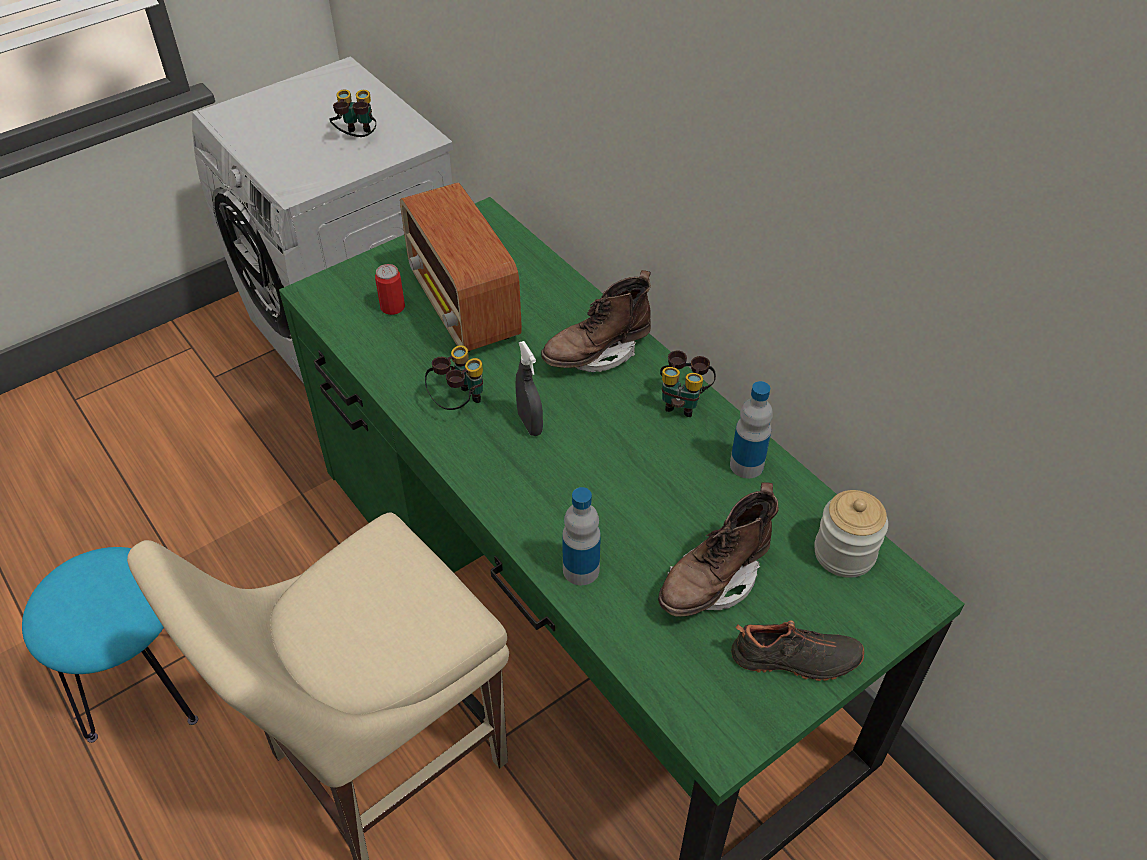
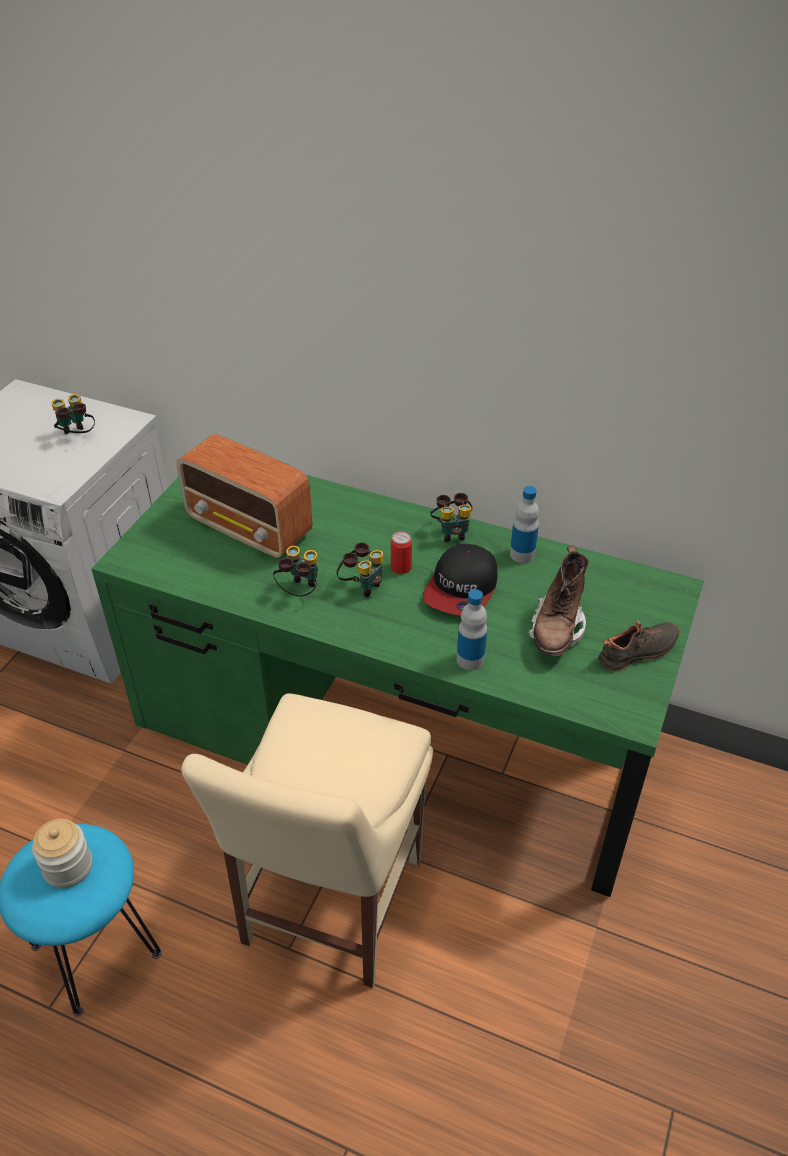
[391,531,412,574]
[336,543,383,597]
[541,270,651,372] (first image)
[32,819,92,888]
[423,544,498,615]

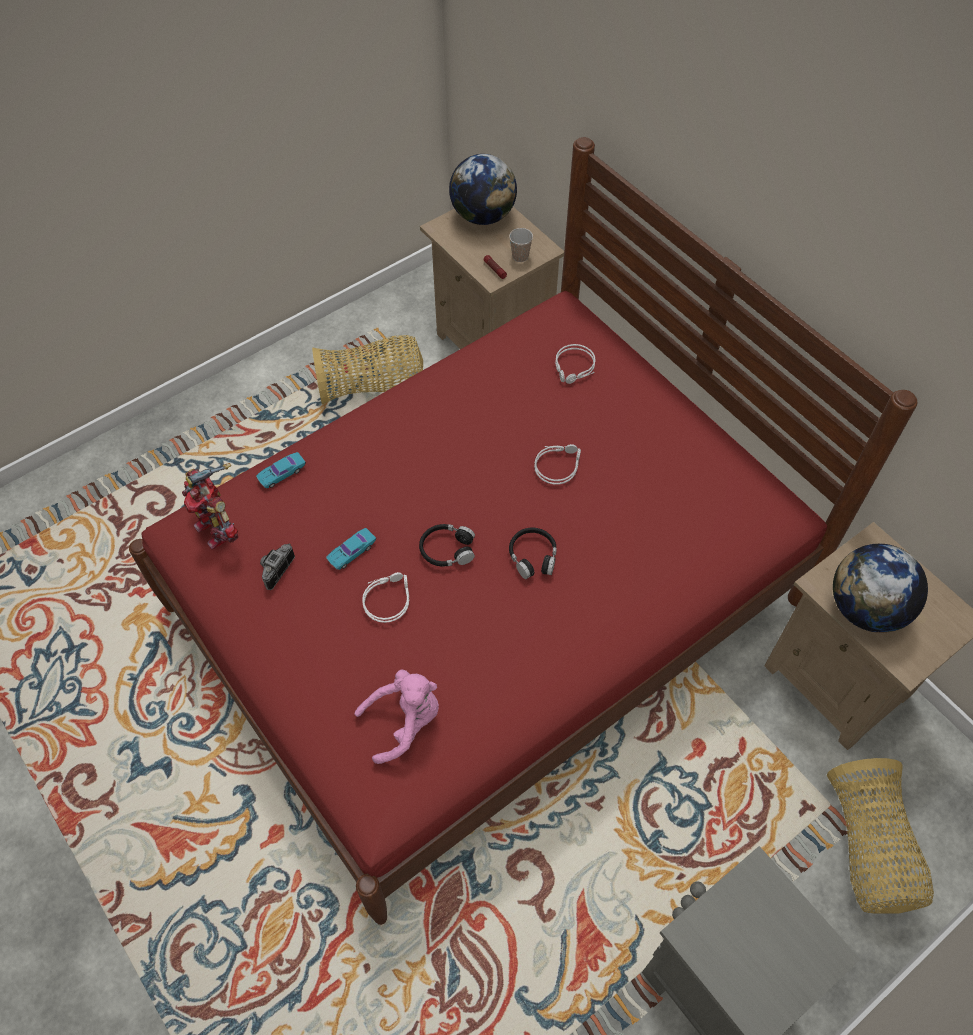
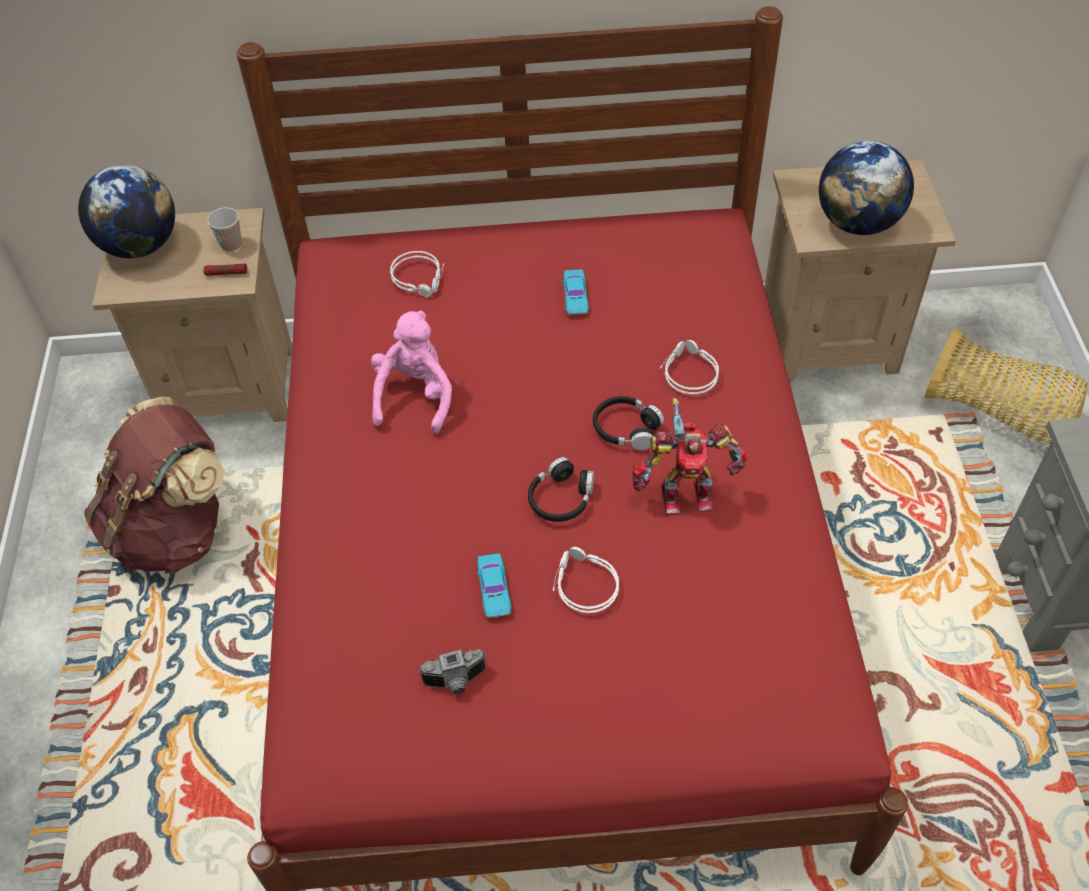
[632,398,748,515]
[563,269,589,315]
[418,649,486,694]
[84,397,225,574]
[371,310,452,434]
[660,340,719,395]

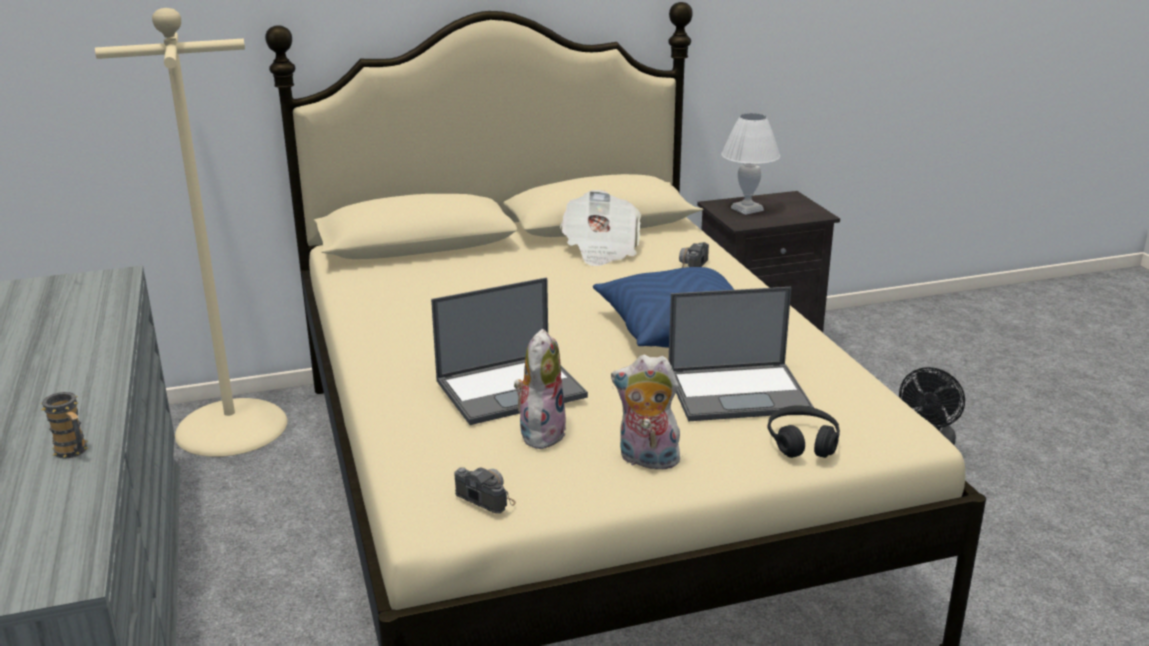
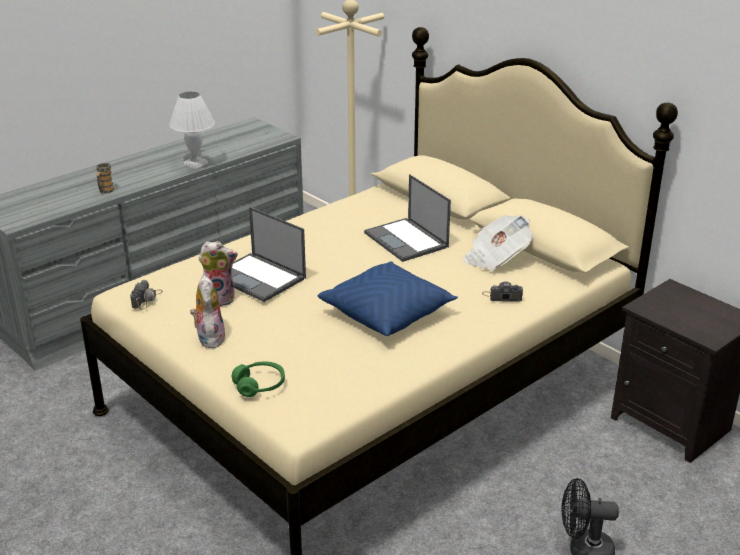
[364,174,451,262]
[169,91,215,169]
[232,362,285,397]

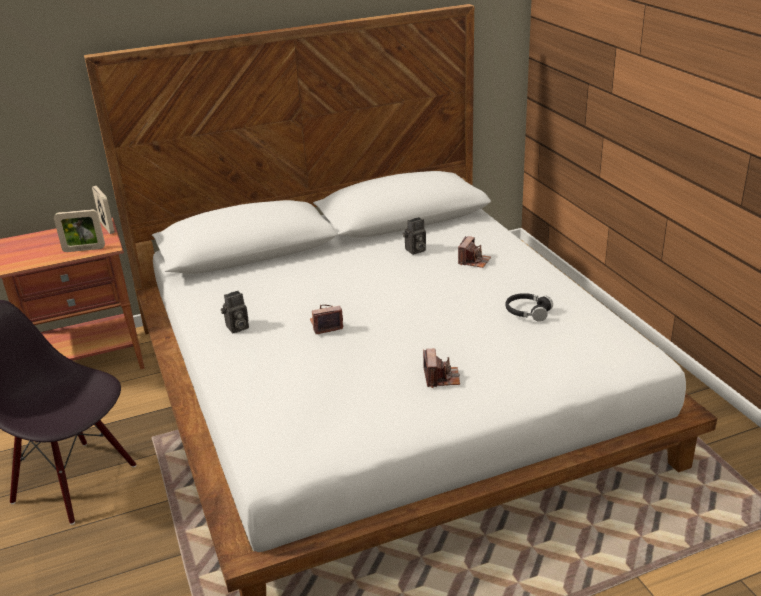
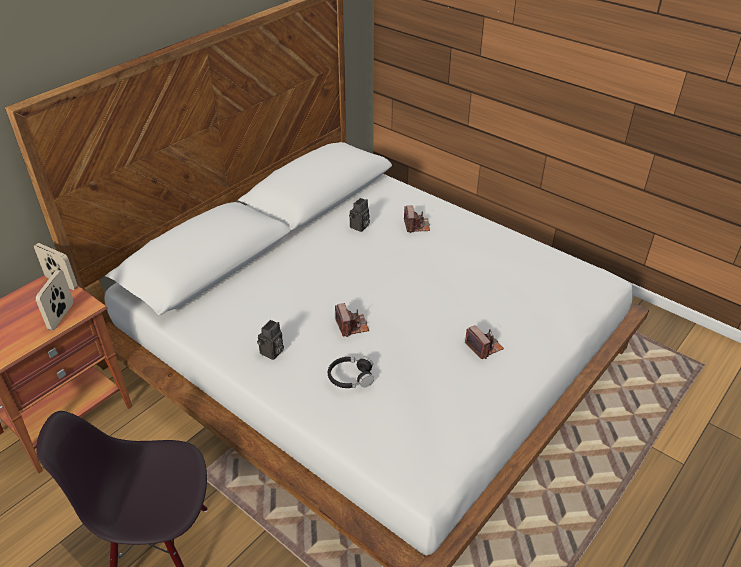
[36,270,73,330]
[335,303,369,337]
[328,357,374,388]

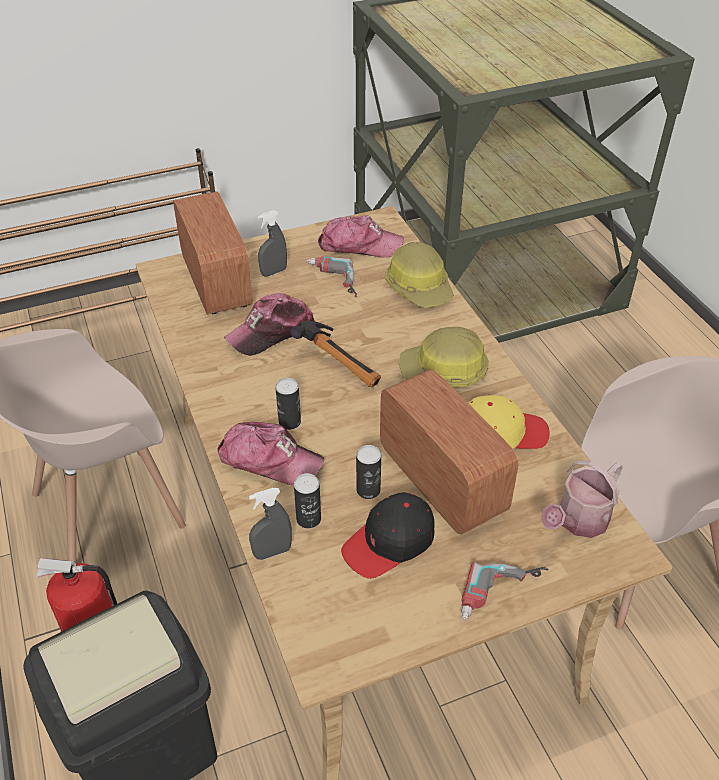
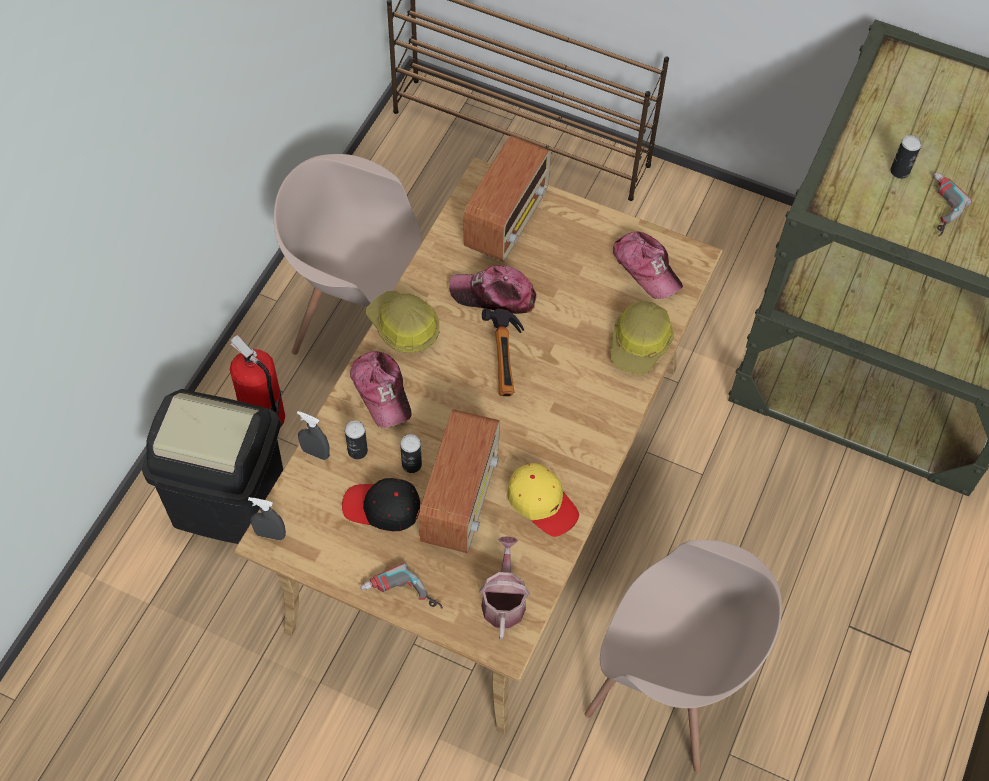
[248,497,286,540]
[890,135,922,179]
[934,173,972,237]
[366,291,439,352]
[479,536,530,640]

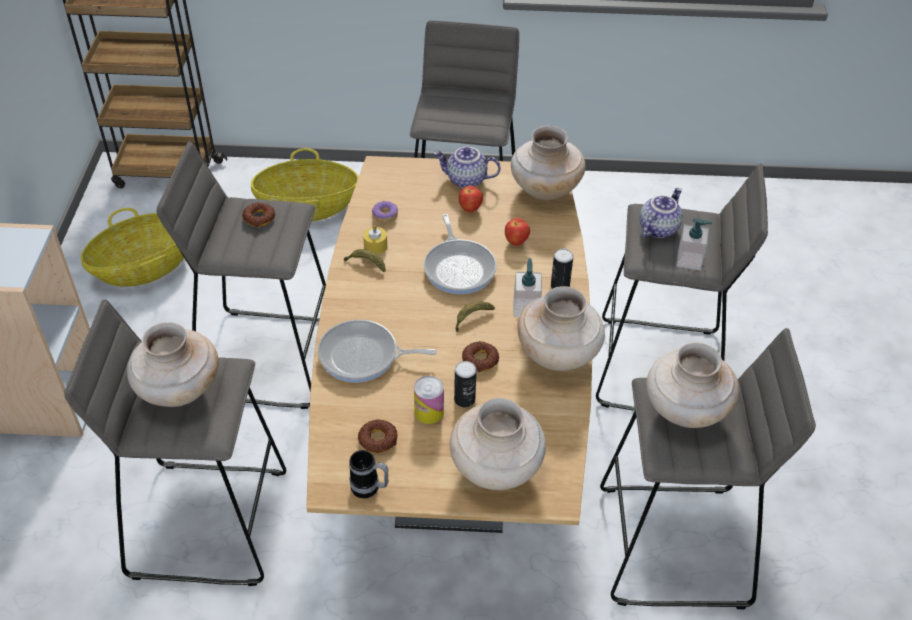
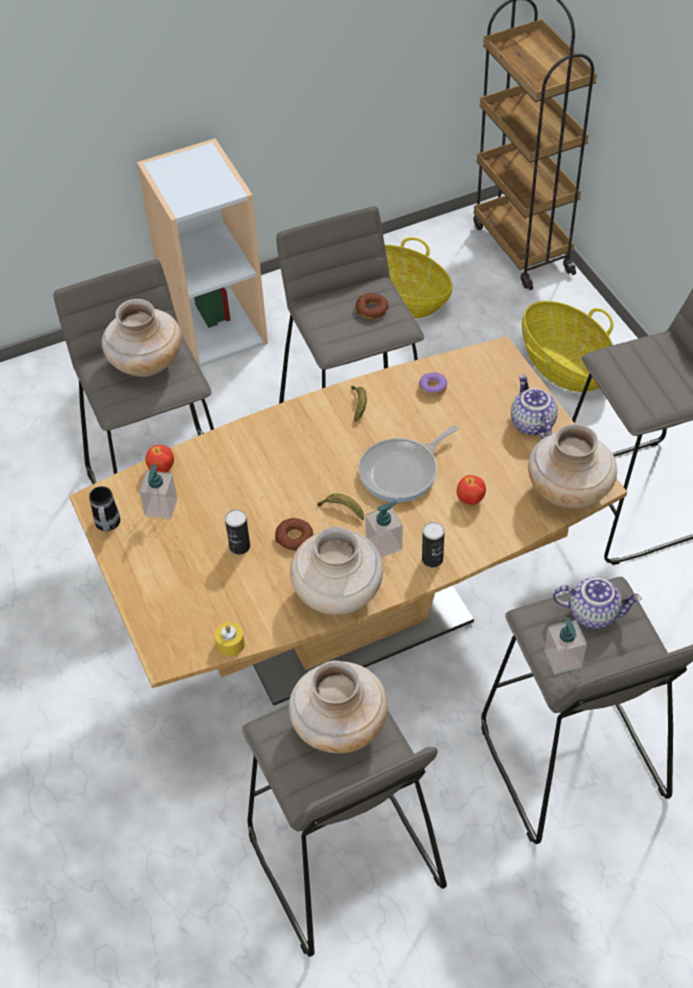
[318,320,437,382] (first image)
[139,464,178,519]
[215,622,245,656]
[414,376,444,424] (first image)
[450,398,546,490] (first image)
[145,445,174,473]

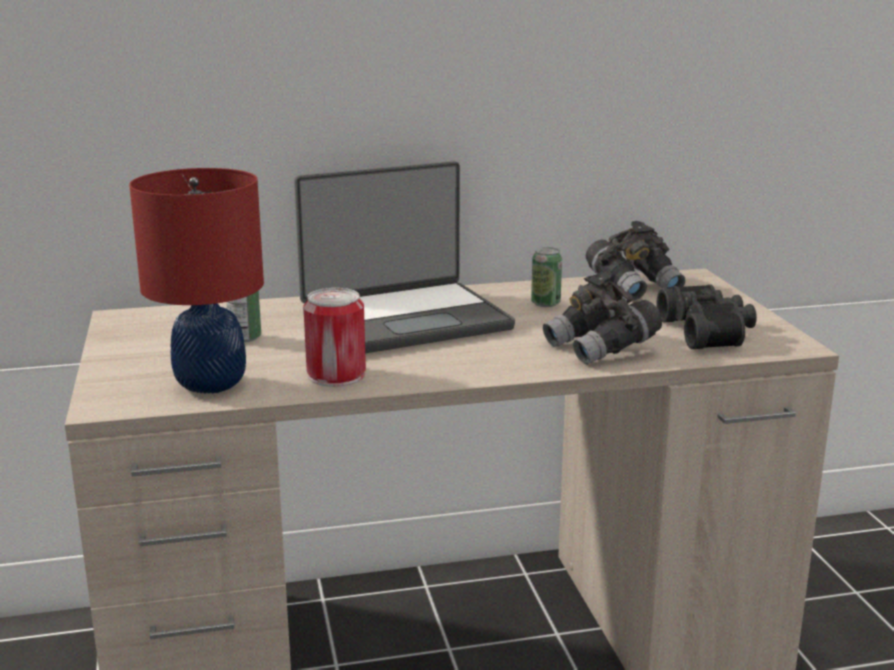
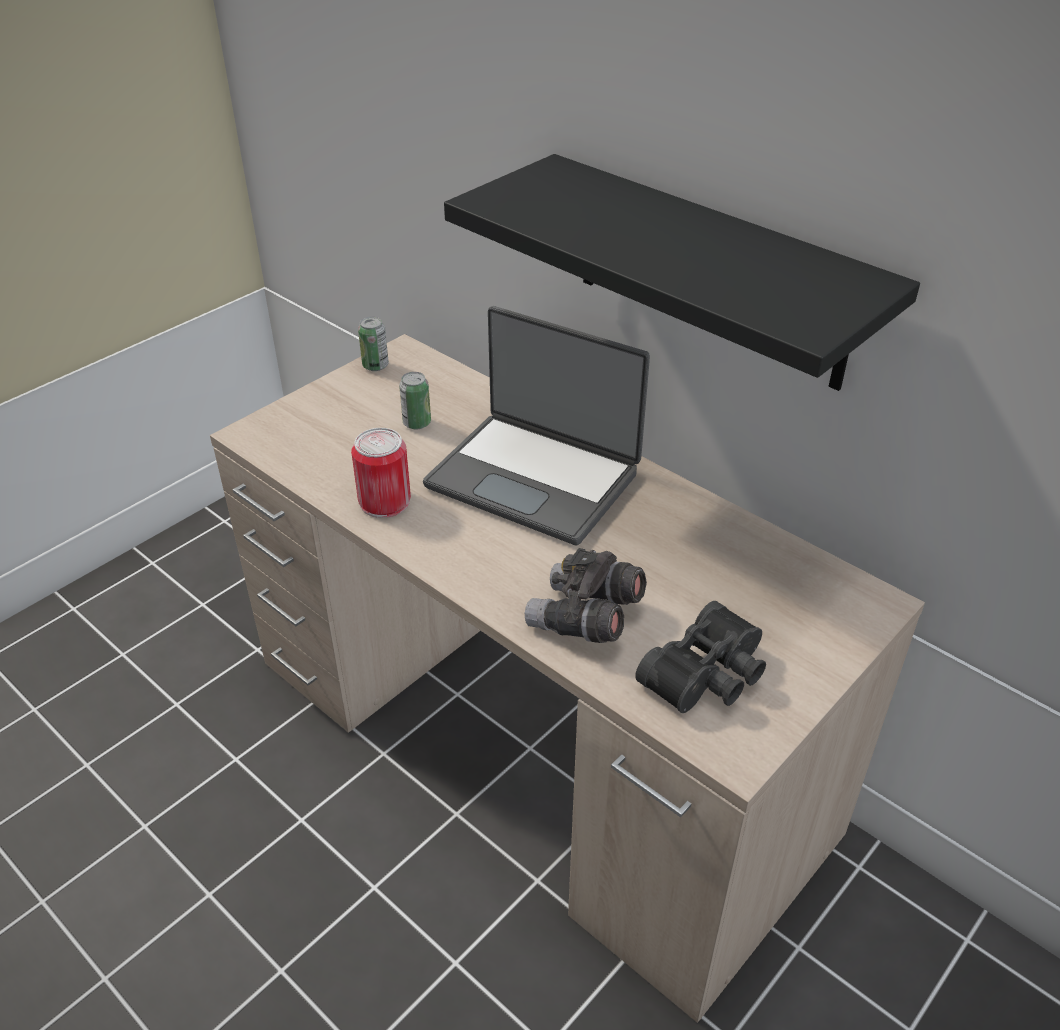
[129,168,264,394] (first image)
[358,317,389,371]
[586,221,685,300] (first image)
[444,154,920,391]

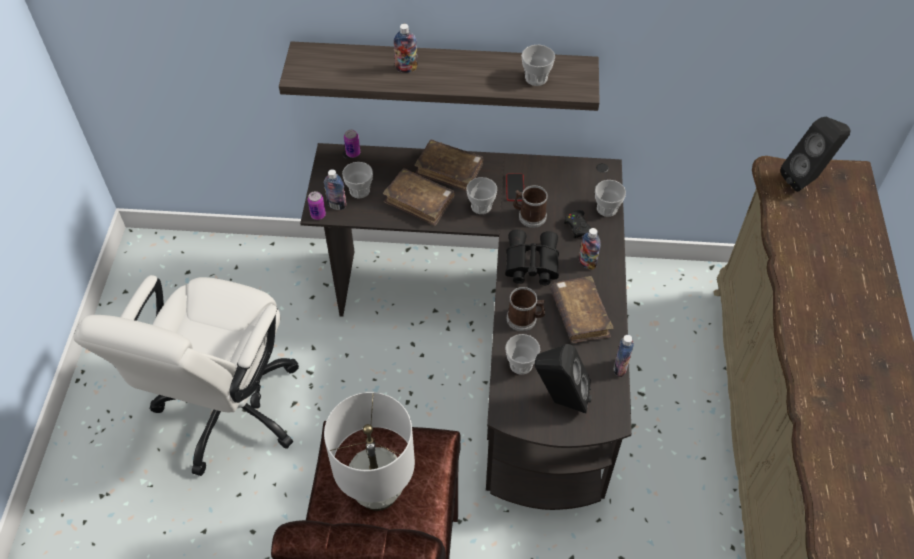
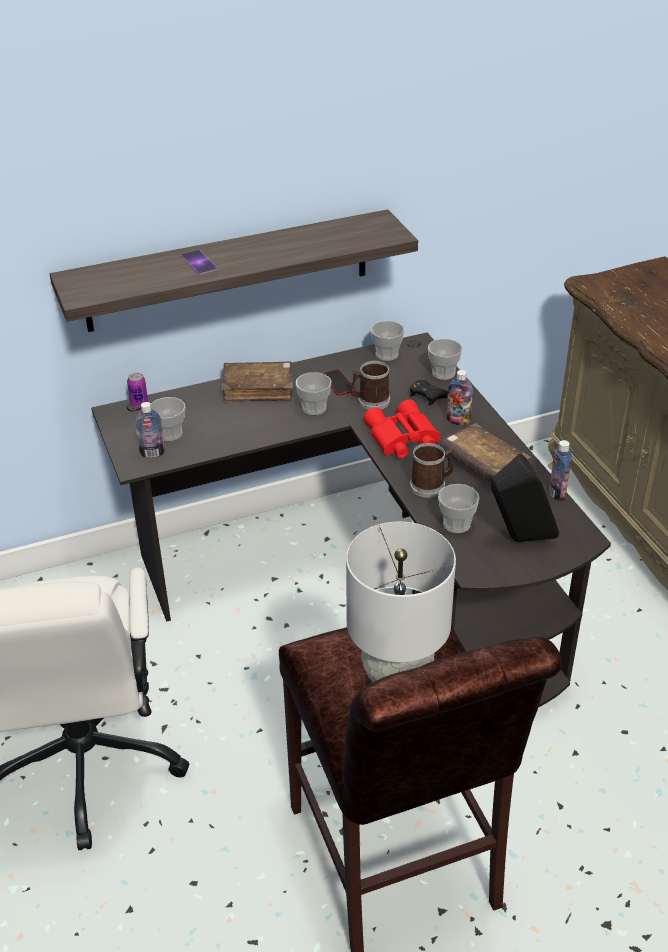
[308,191,326,220] (first image)
[383,168,455,226] (first image)
[181,250,218,275]
[364,399,441,458]
[371,321,405,361]
[781,117,851,192] (first image)

